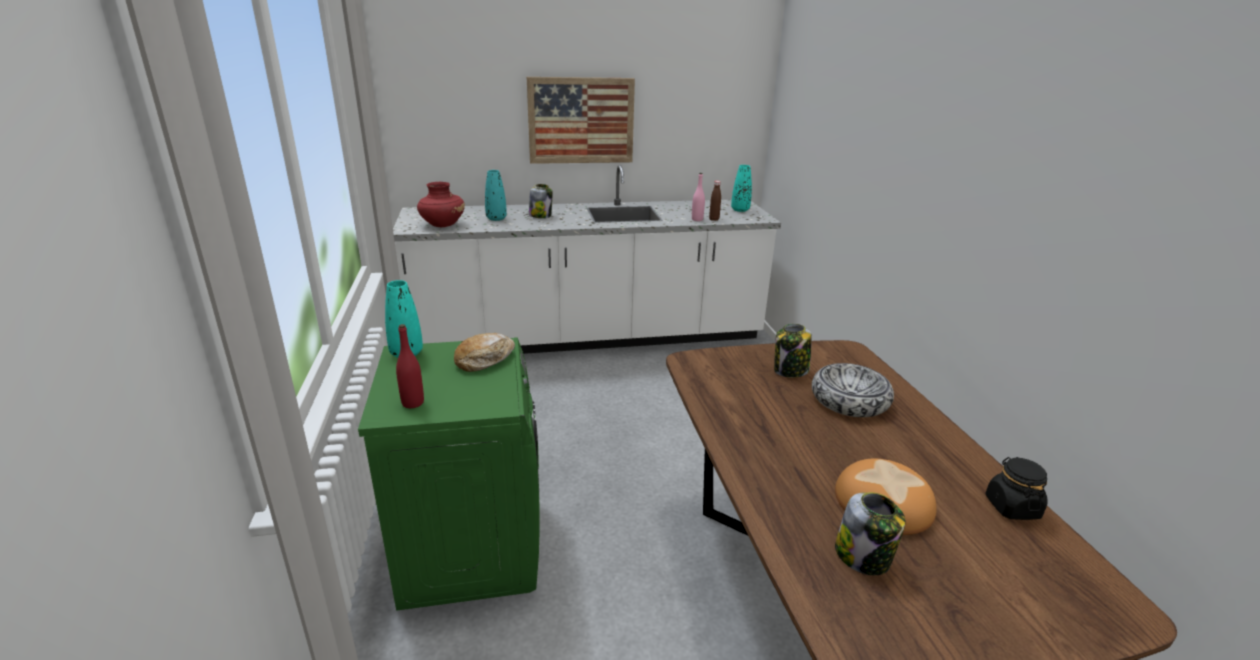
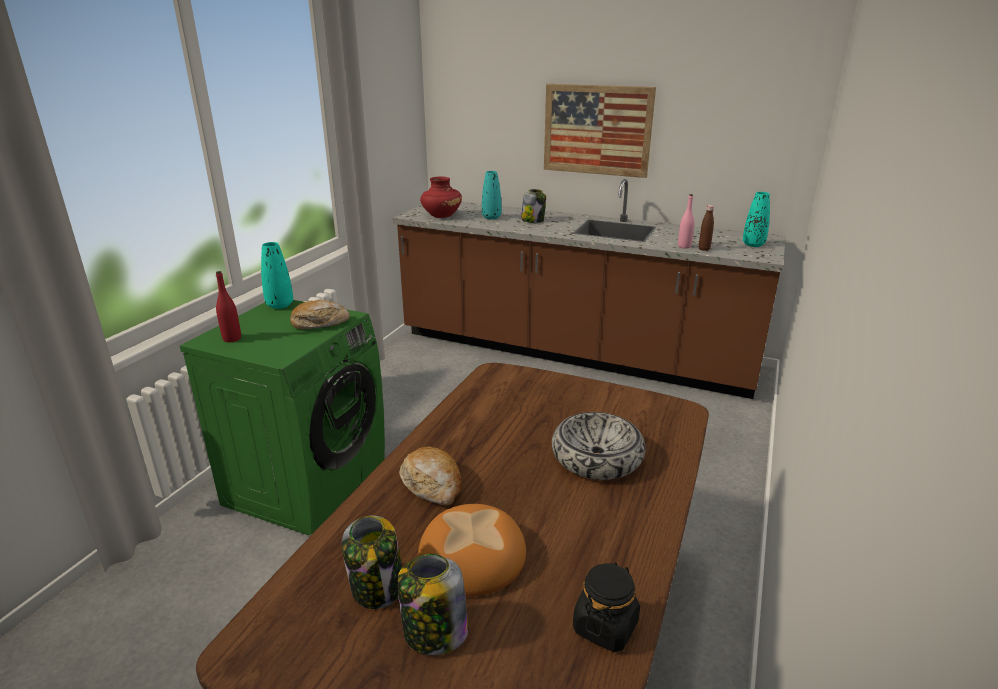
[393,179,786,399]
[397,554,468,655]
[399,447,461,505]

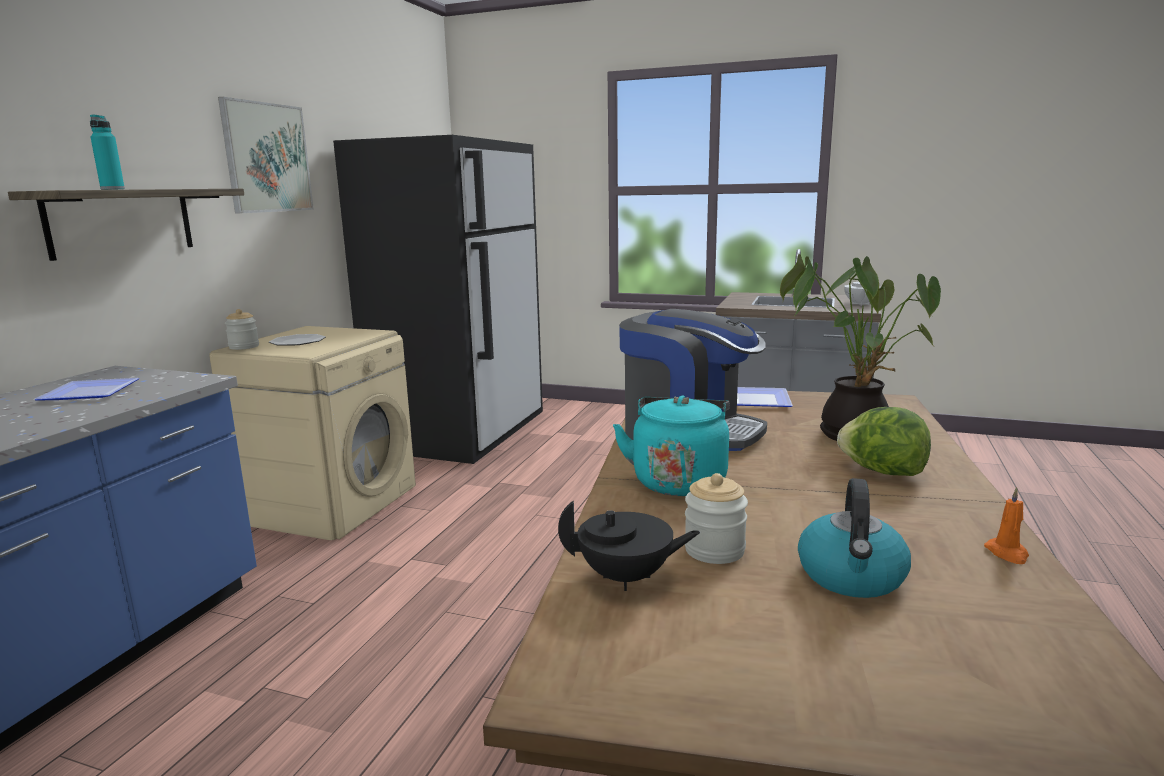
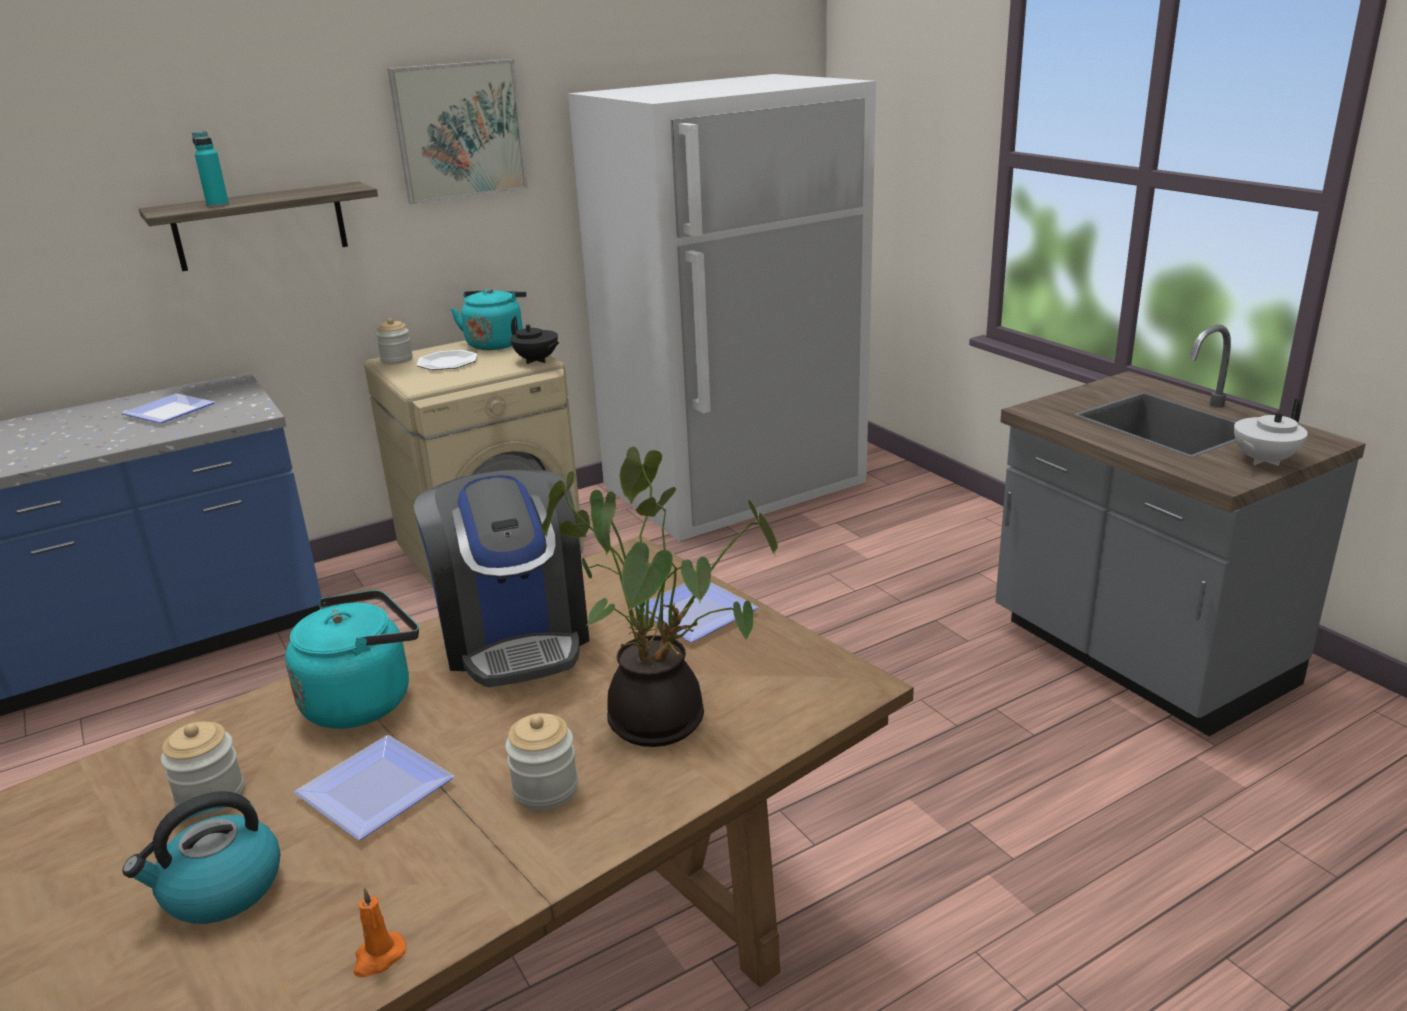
[568,74,876,541]
[510,316,560,364]
[505,713,578,810]
[294,735,454,840]
[451,288,526,350]

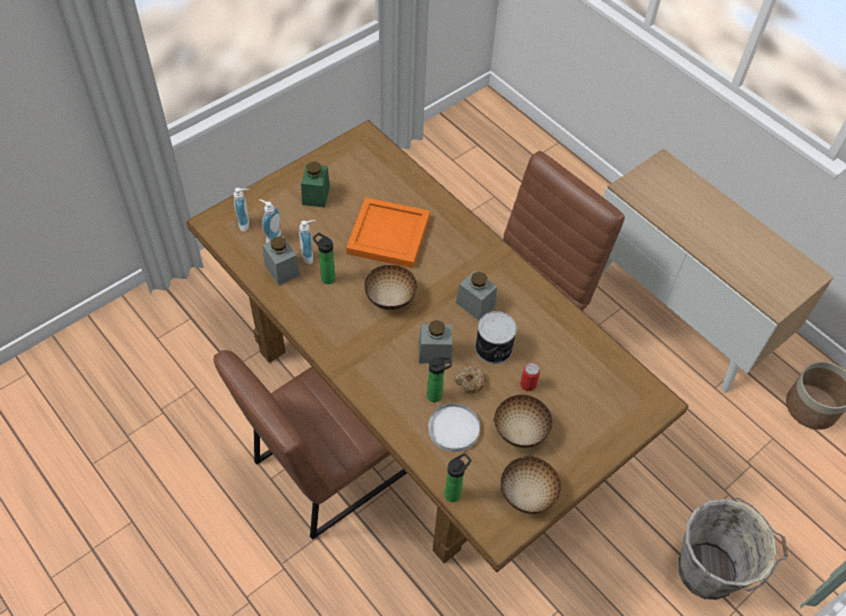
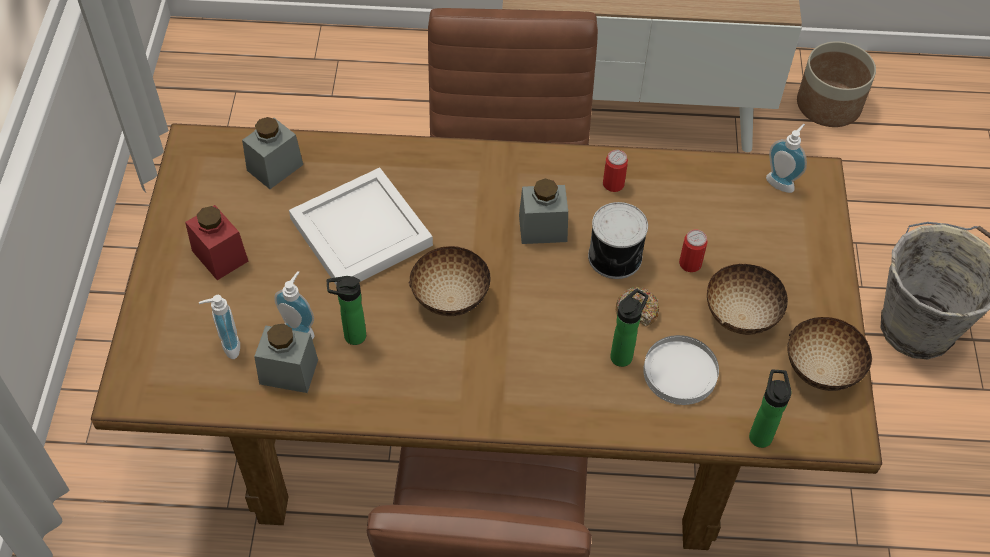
[766,124,807,193]
[185,205,248,280]
[289,167,433,285]
[242,117,303,189]
[603,150,628,192]

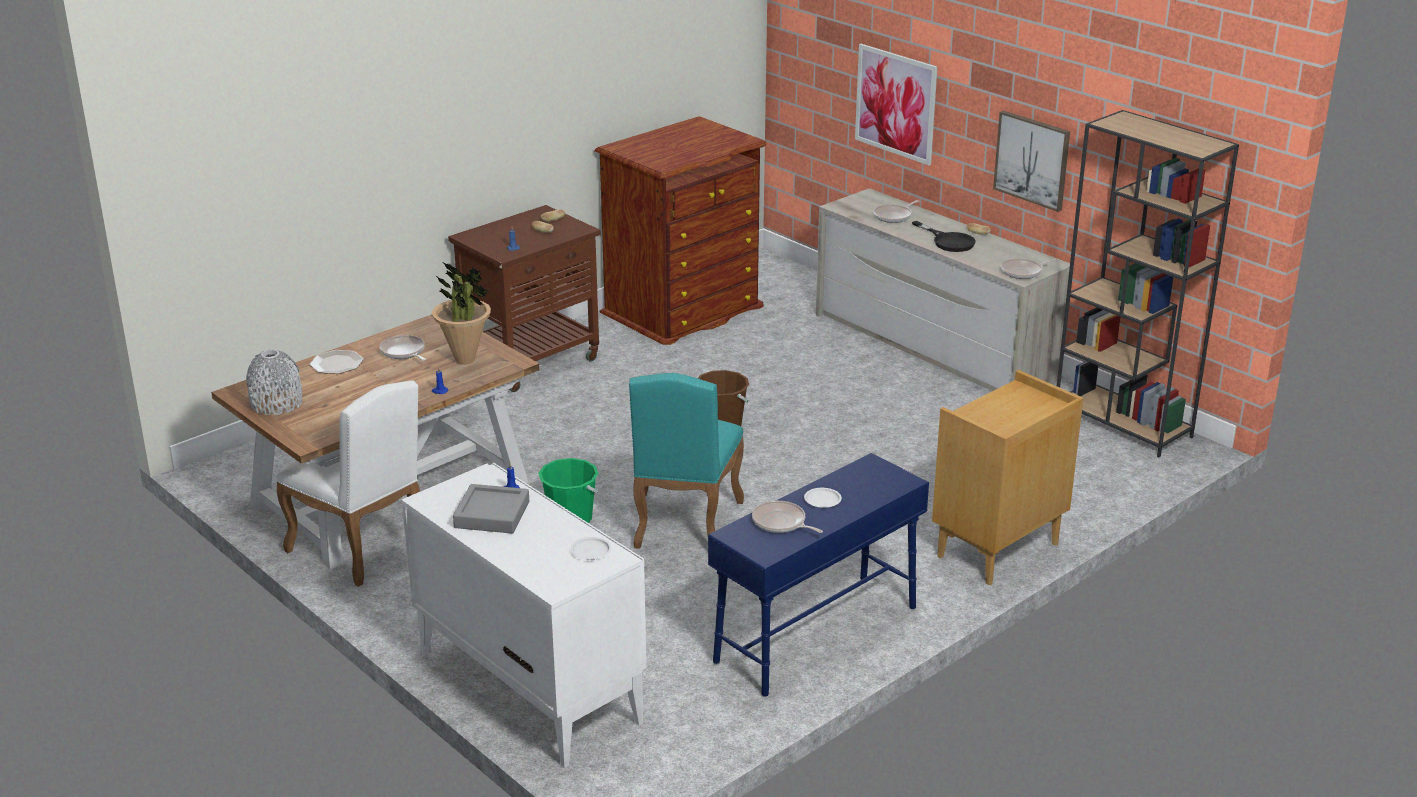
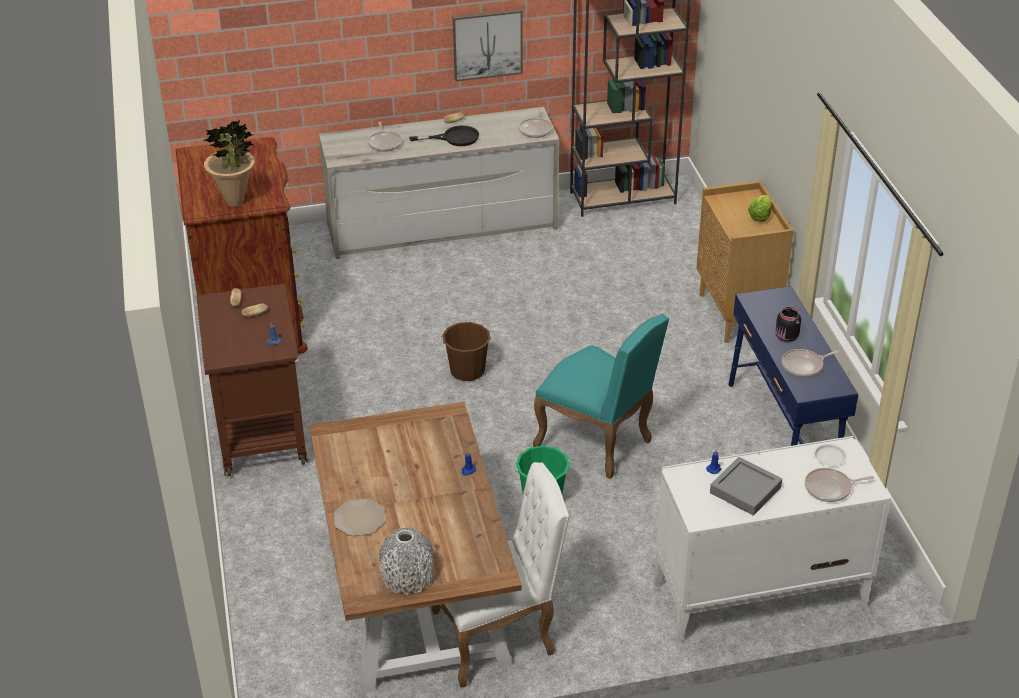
[805,468,874,502]
[203,120,255,207]
[775,307,801,342]
[855,44,937,165] (first image)
[748,195,772,222]

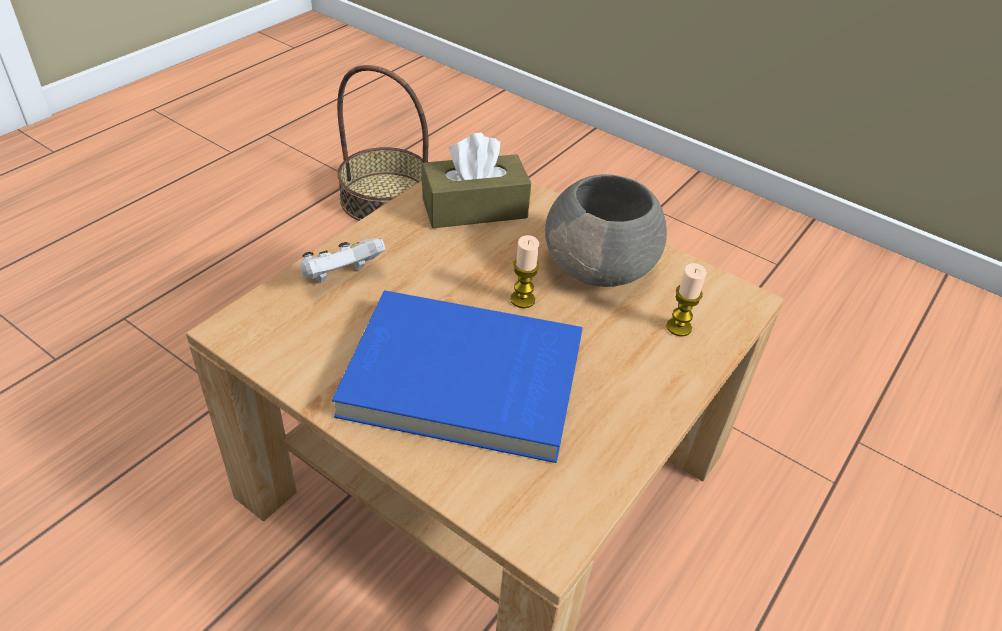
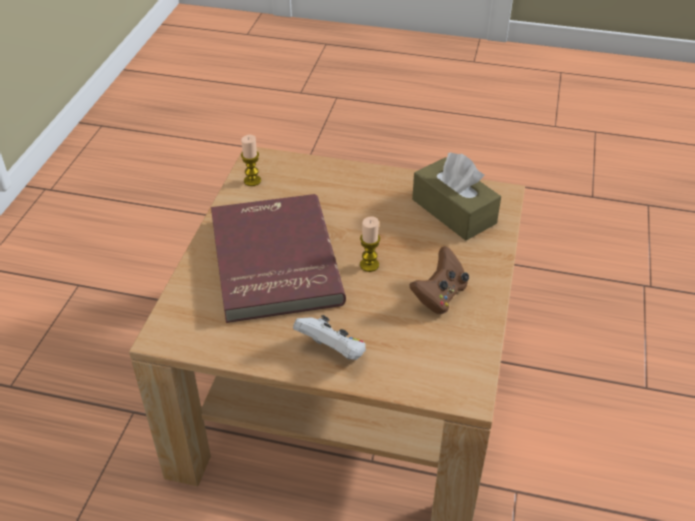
[293,315,366,360]
[211,194,346,323]
[337,65,428,221] (first image)
[410,246,469,314]
[241,135,261,186]

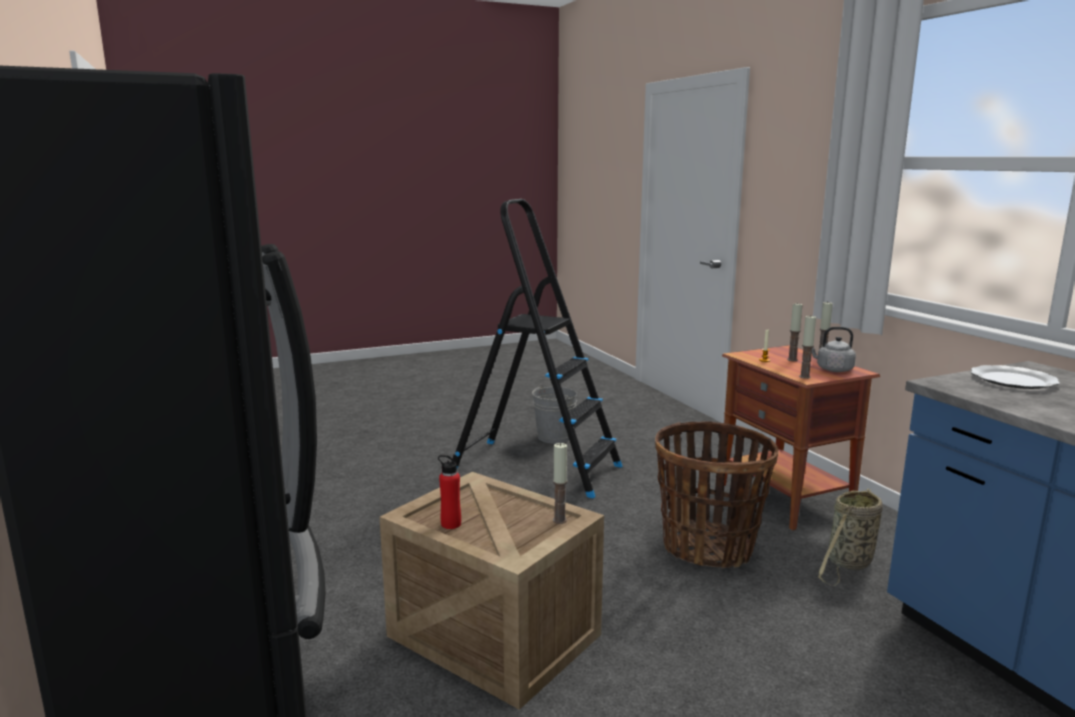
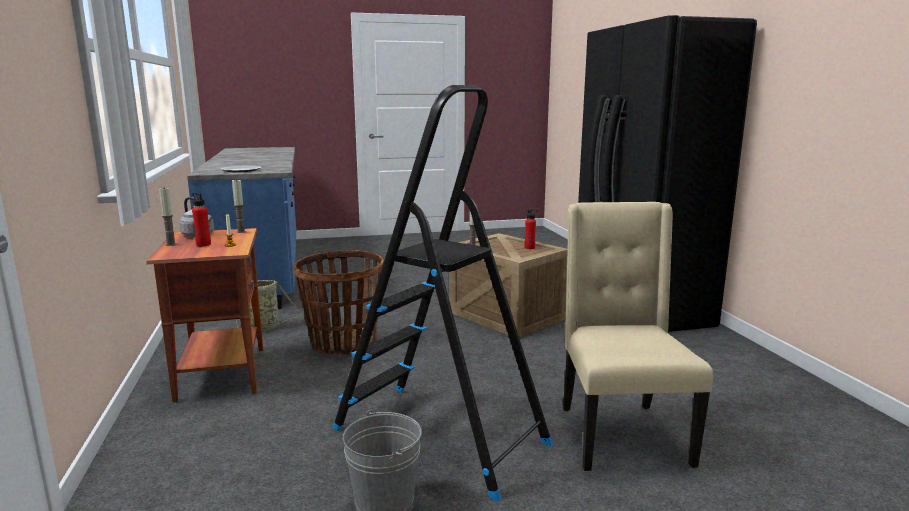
[192,193,211,246]
[563,202,713,471]

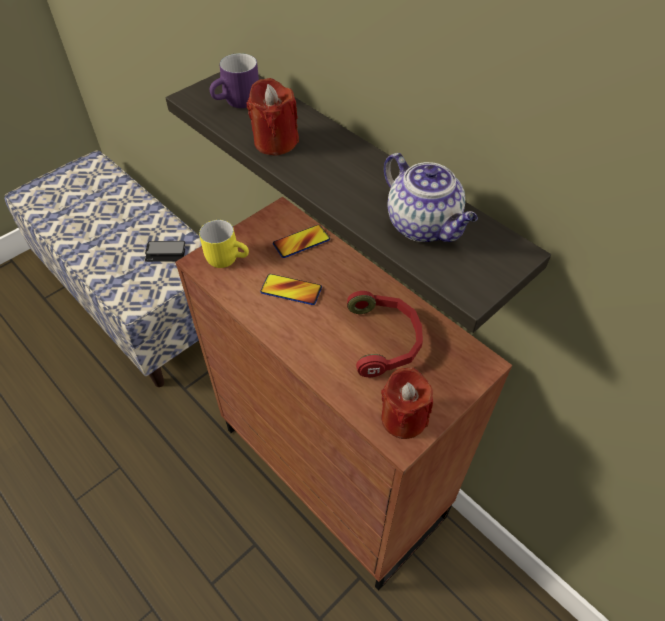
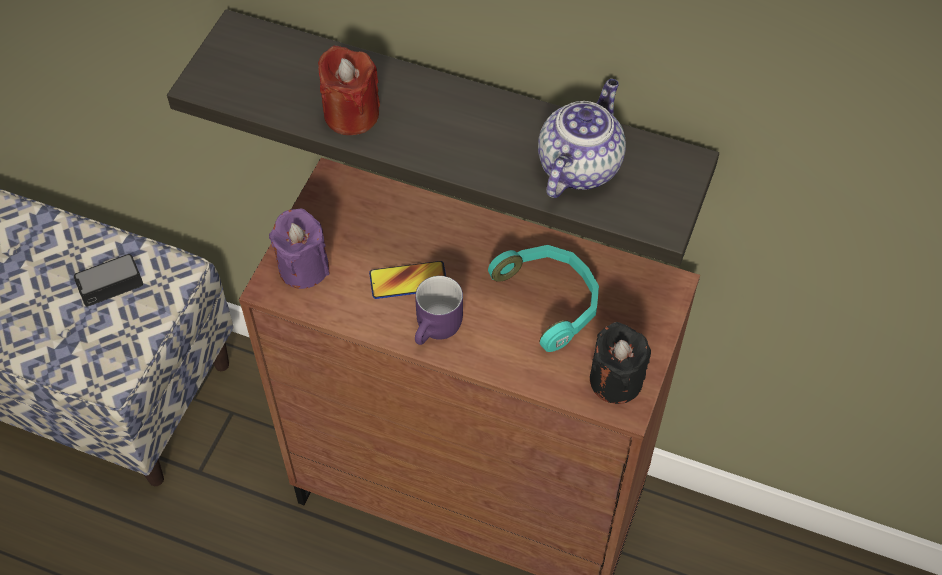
[269,208,330,289]
[415,276,463,345]
[273,225,330,258] (first image)
[488,245,599,352]
[590,322,651,404]
[538,79,626,198]

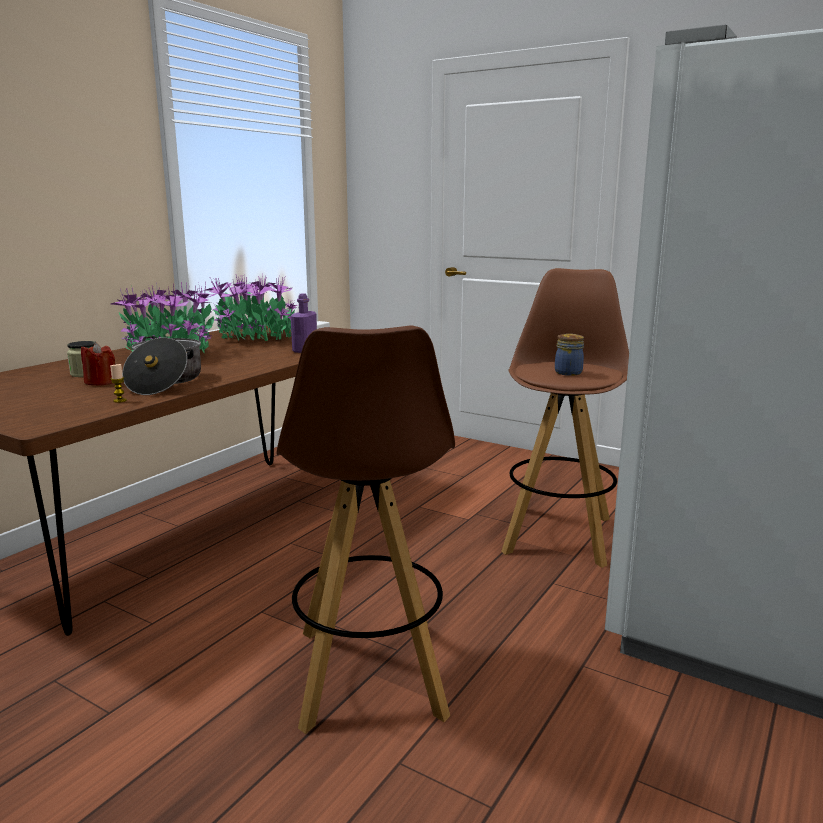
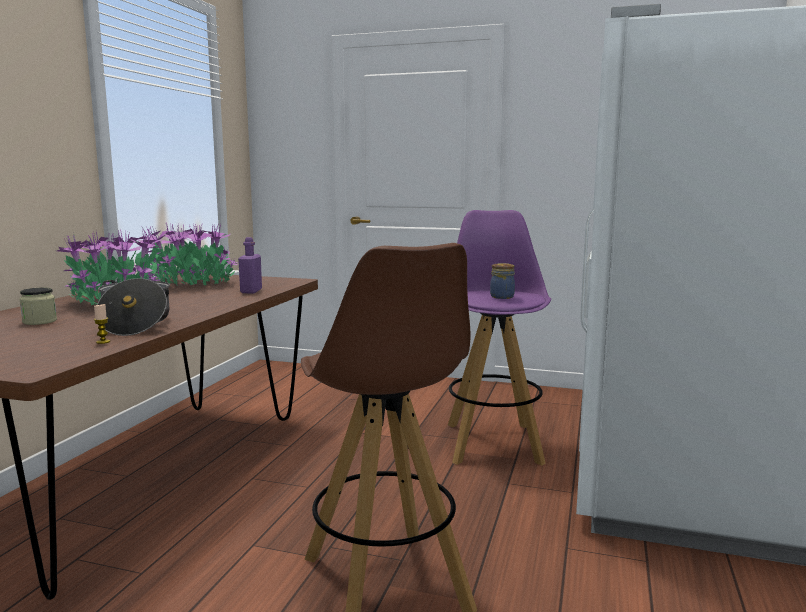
[81,342,115,386] (first image)
[448,210,551,466]

